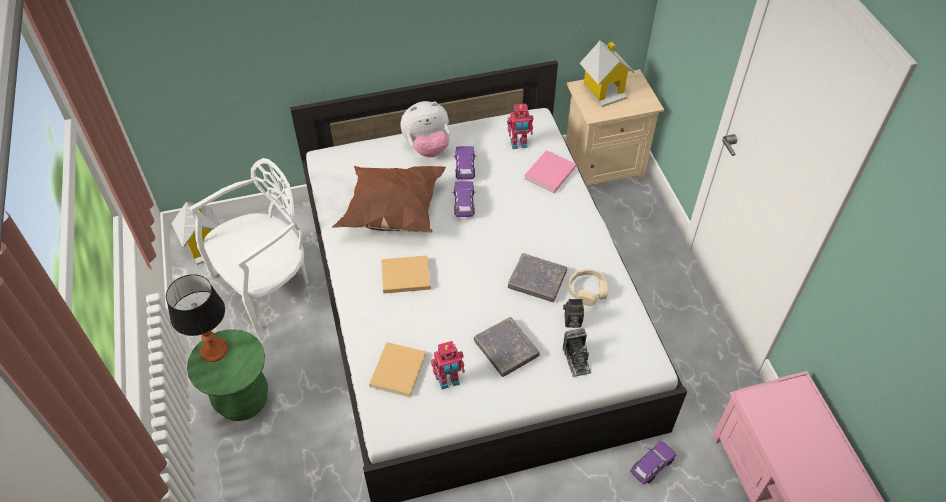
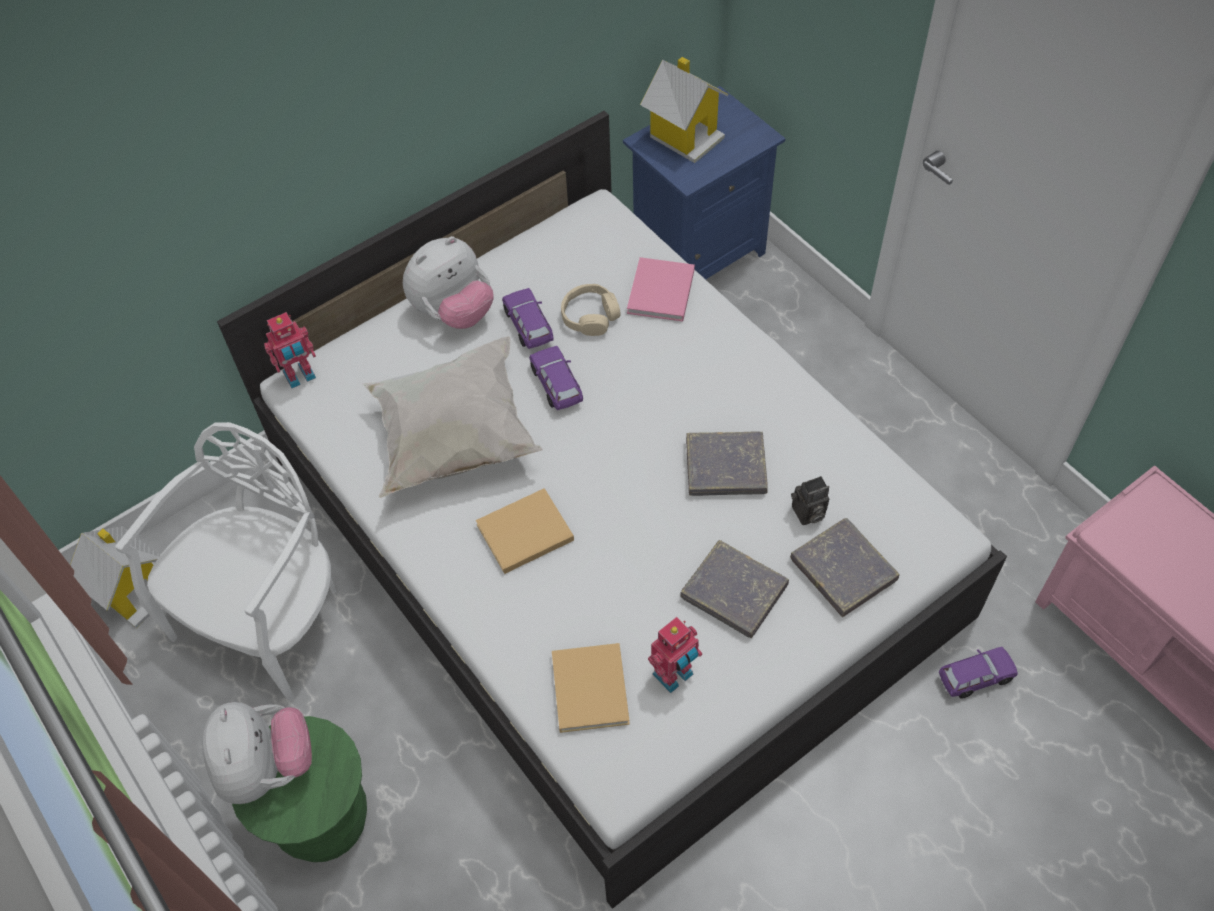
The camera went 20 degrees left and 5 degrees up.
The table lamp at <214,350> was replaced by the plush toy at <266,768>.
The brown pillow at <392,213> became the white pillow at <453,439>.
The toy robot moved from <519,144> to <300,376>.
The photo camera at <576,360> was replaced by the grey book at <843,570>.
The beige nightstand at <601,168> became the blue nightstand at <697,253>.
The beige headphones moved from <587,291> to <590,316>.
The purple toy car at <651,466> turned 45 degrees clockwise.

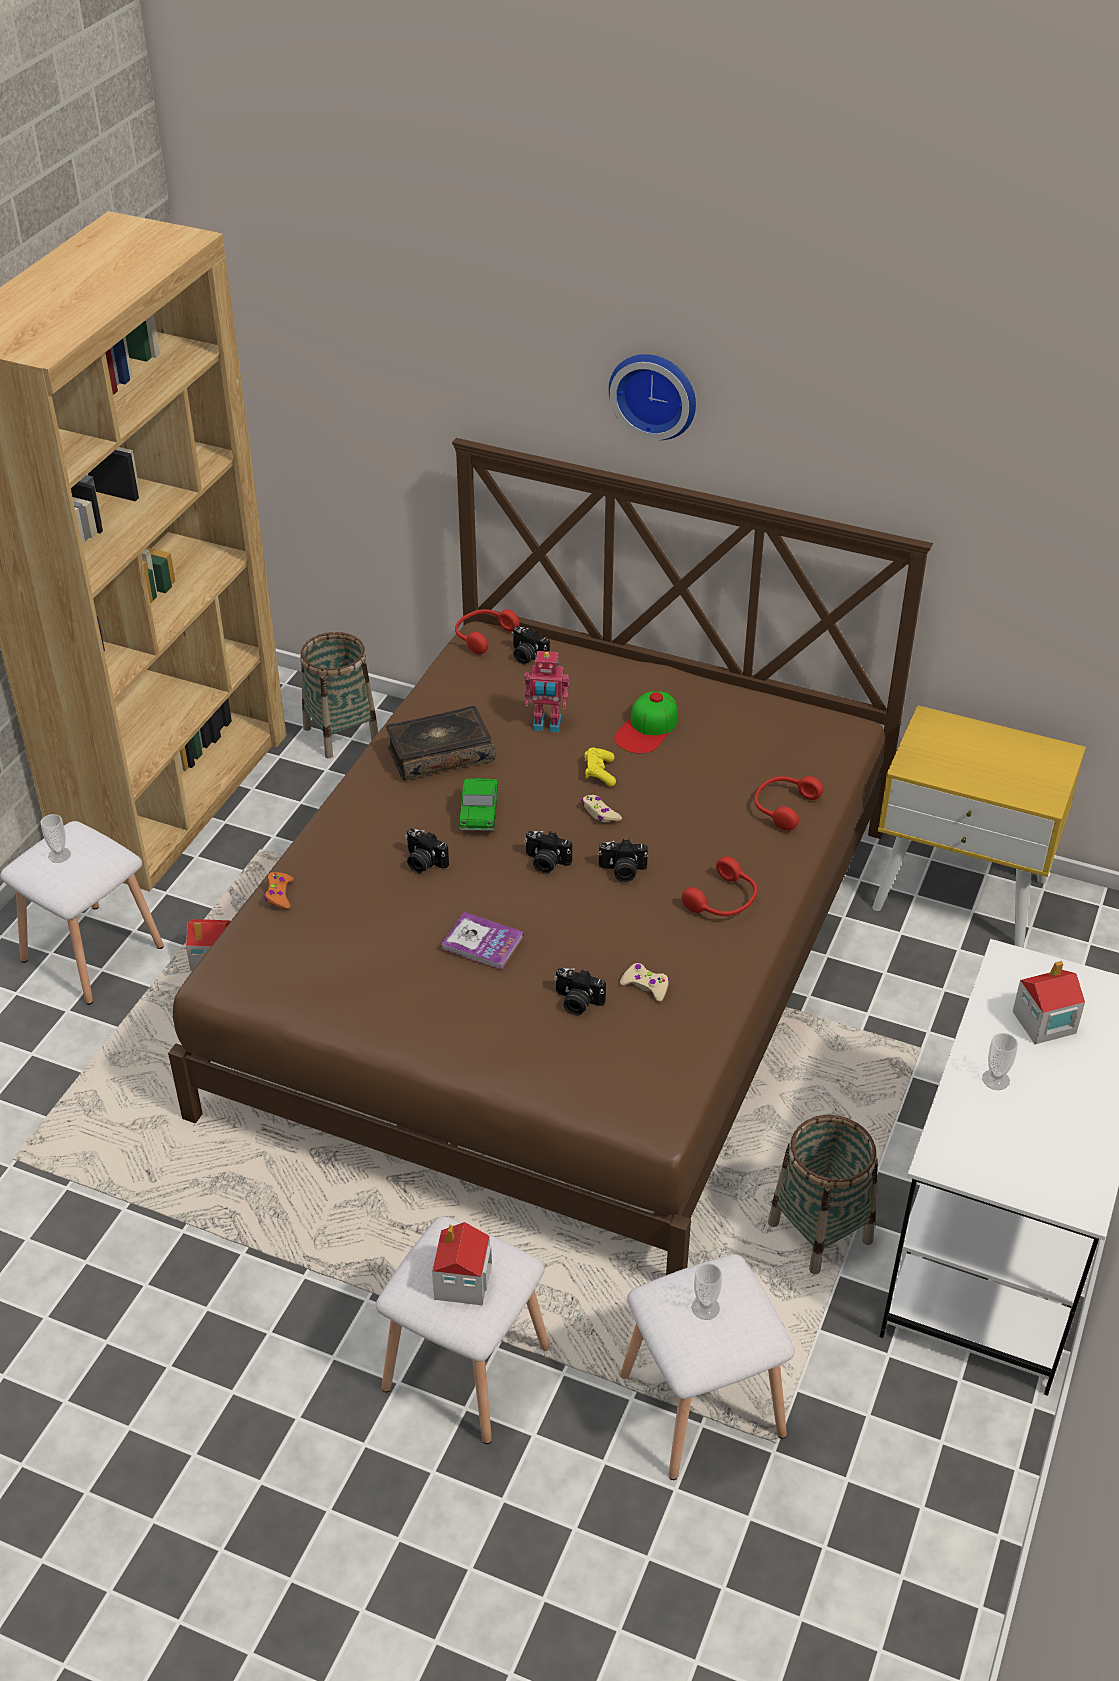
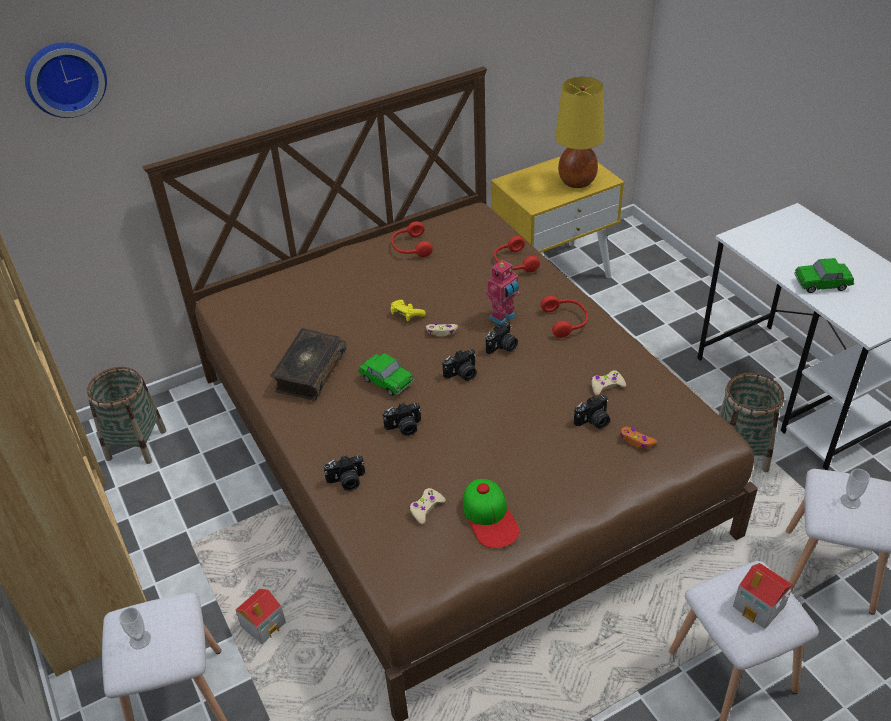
The camera went 50 degrees left and 0 degrees up.
The orange game controller moved from <279,894> to <636,441>.
The book at <482,942> disappeared.
The red headphones moved from <482,636> to <410,247>.
The photo camera moved from <527,656> to <347,481>.
The toy robot moved from <546,725> to <503,318>.
The wall clock moved from <655,393> to <65,78>.
The cap moved from <647,728> to <490,517>.
The cup at <995,1079> was replaced by the toy car at <822,284>.
The toy house at <1043,1022> disappeared.
The beige game controller at <426,508> appeared.
The yellow table lamp at <577,181> appeared.

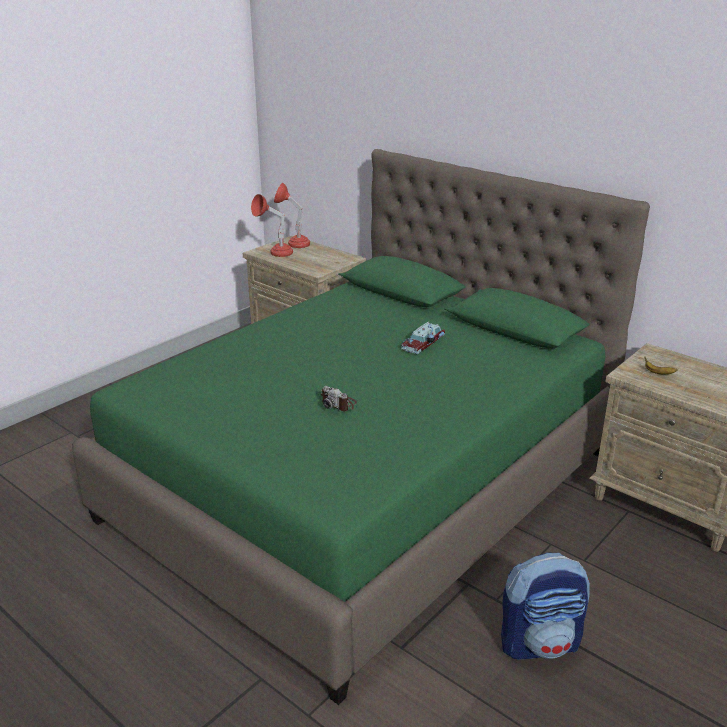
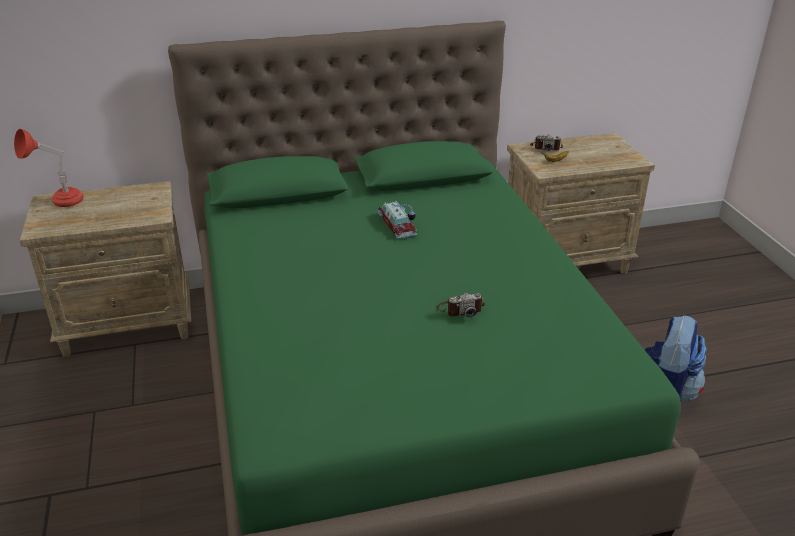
The camera went 55 degrees left and 5 degrees up.
The red table lamp at <275,254> disappeared.
The photo camera at <546,147> appeared.

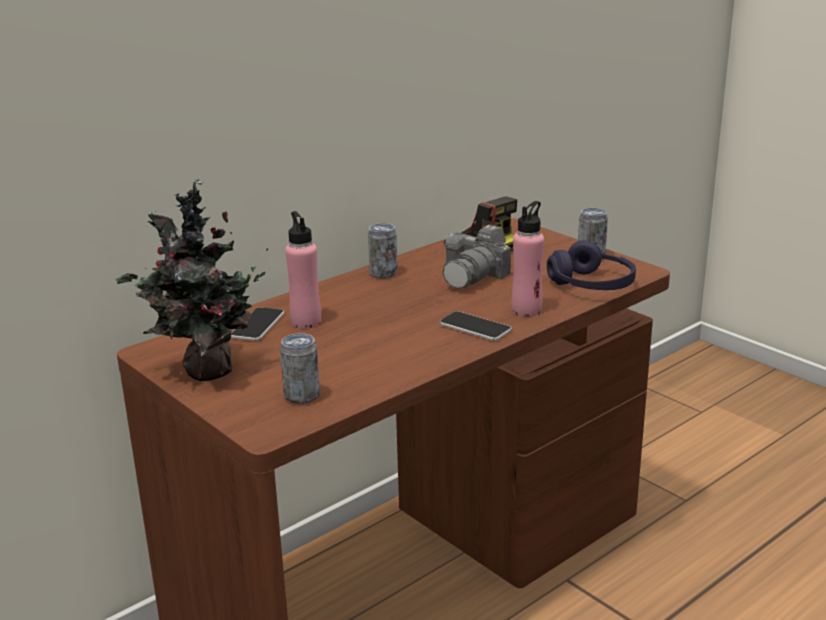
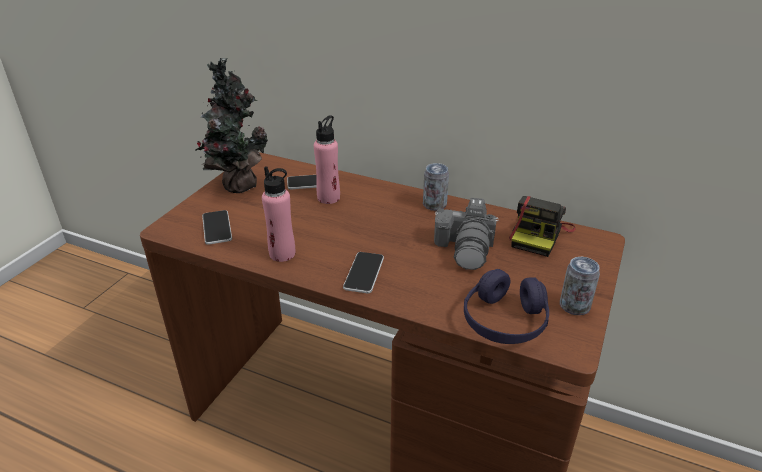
The camera went 65 degrees right and 10 degrees up.
The can at <302,396> was replaced by the phone at <217,228>.
The photo camera at <474,276> turned 90 degrees counterclockwise.
The pink bottle moved from <526,310> to <282,254>.

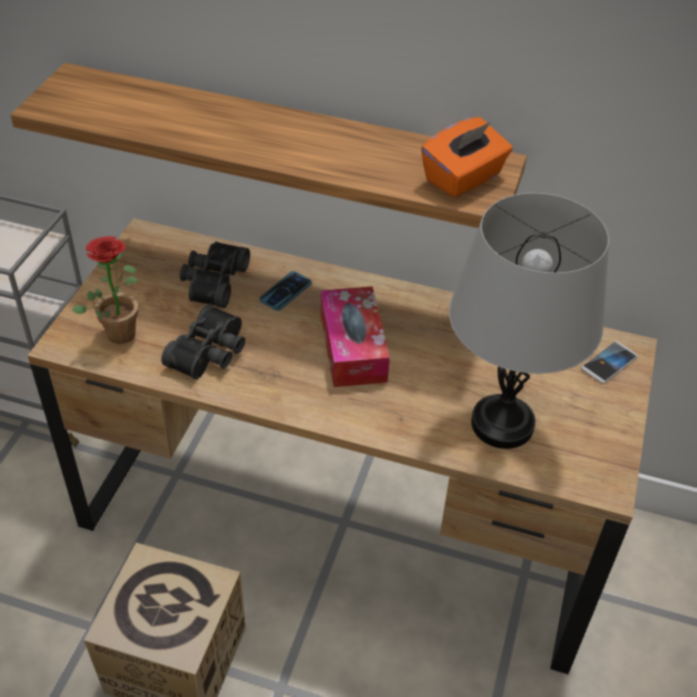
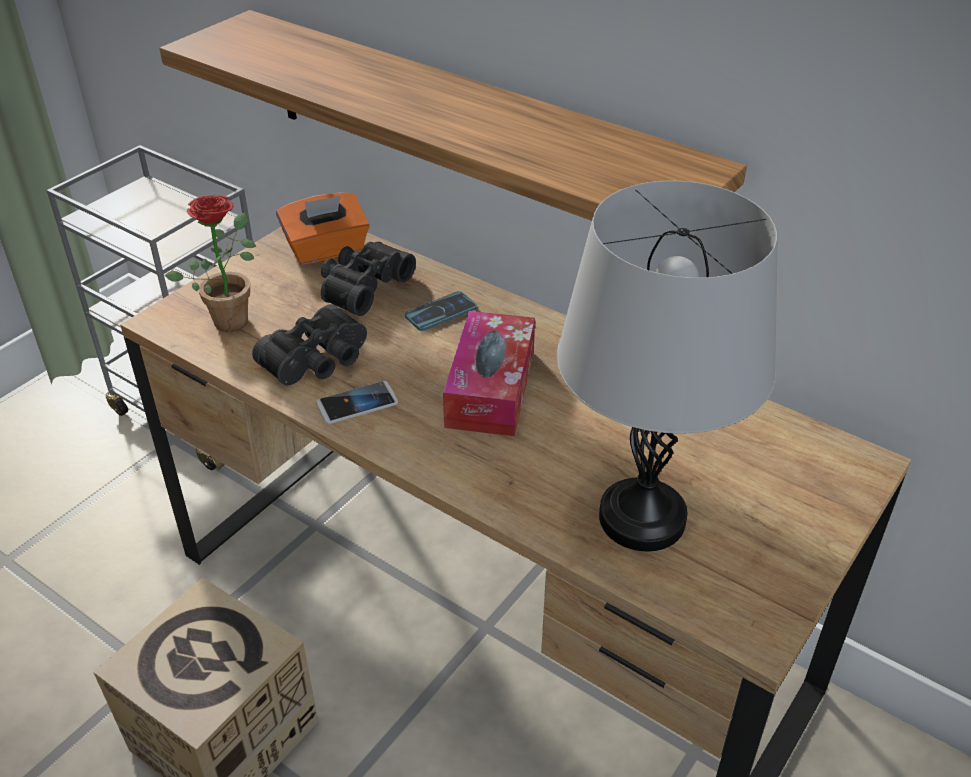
The camera went 20 degrees right and 5 degrees down.
The orange tissue box moved from <463,178> to <326,250>.
The phone moved from <609,363> to <357,404>.

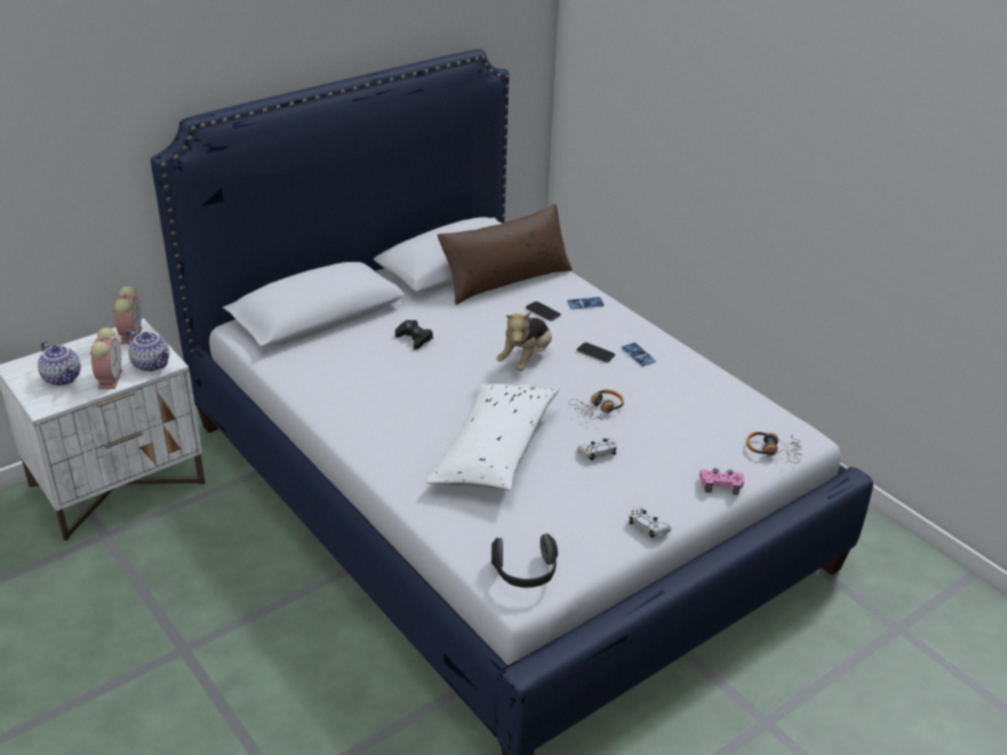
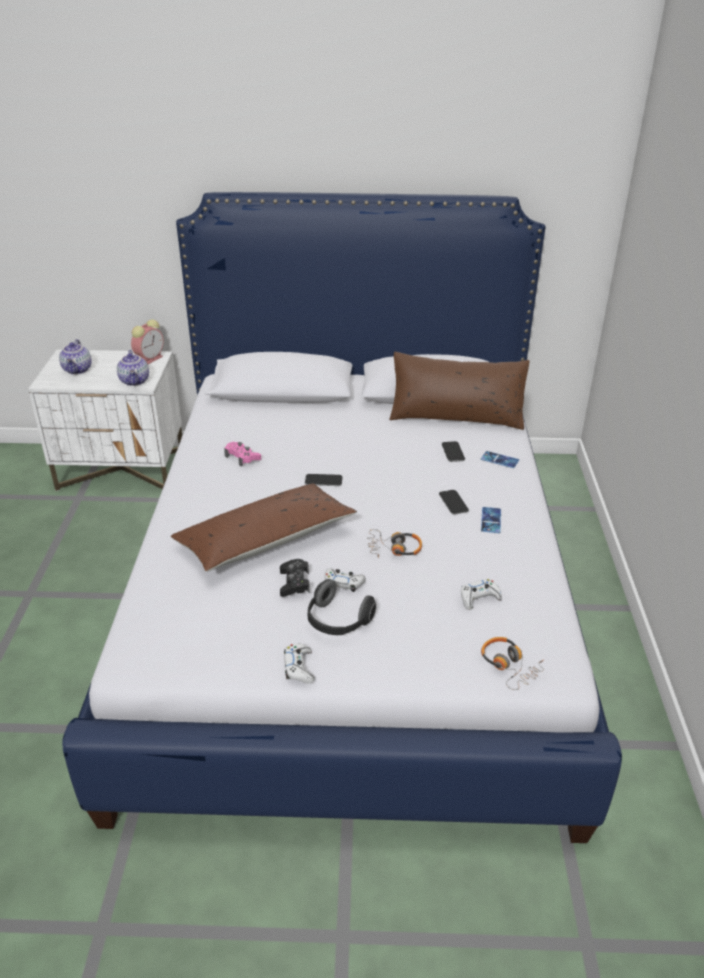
The camera went 40 degrees right and 0 degrees up.
The alarm clock at <110,378> disappeared.
The black game controller moved from <414,338> to <294,582>.
The white pillow at <494,450> became the brown pillow at <265,540>.
The headphones moved from <525,573> to <337,621>.
The plush toy at <526,359> disappeared.
The pink game controller moved from <721,485> to <242,457>.
The phone at <323,481> appeared.
The white game controller at <479,598> appeared.

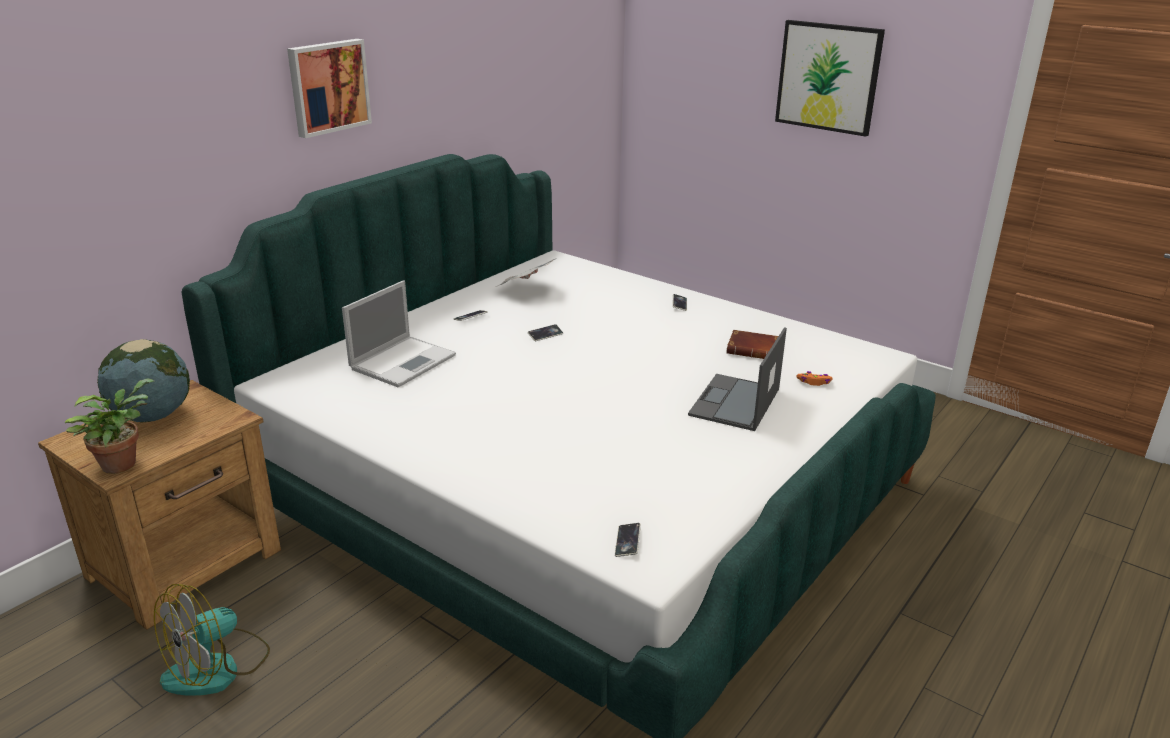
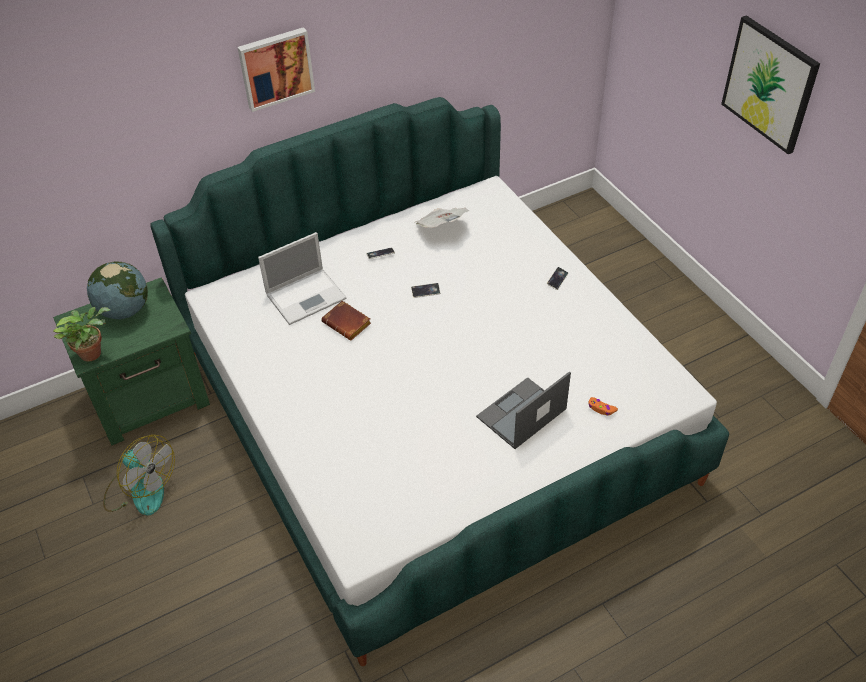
The camera went 25 degrees right and 20 degrees up.
The brown nightstand at <188,563> became the green nightstand at <151,397>.
The fan at <217,667> turned 120 degrees counterclockwise.
The phone at <627,542> disappeared.
The brown book moved from <755,350> to <348,323>.

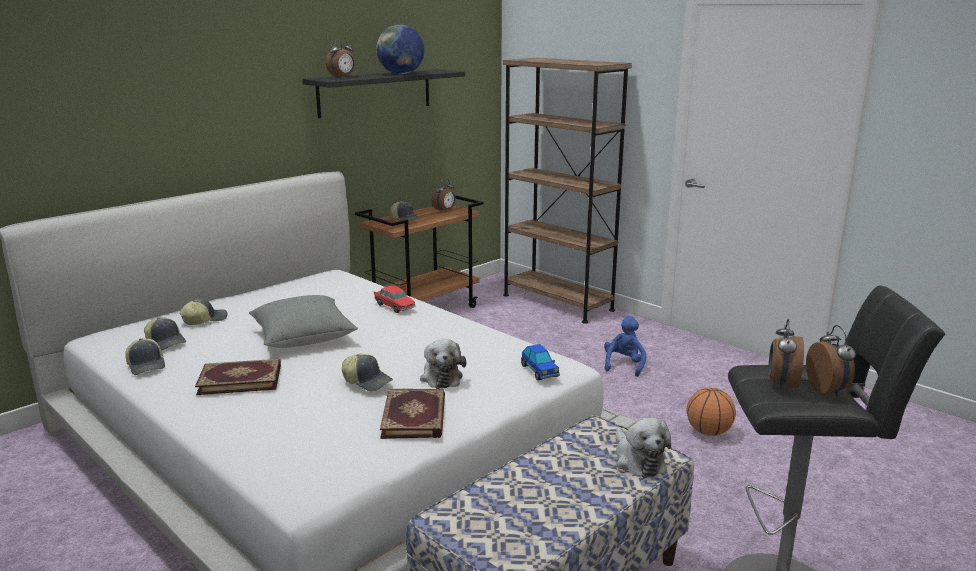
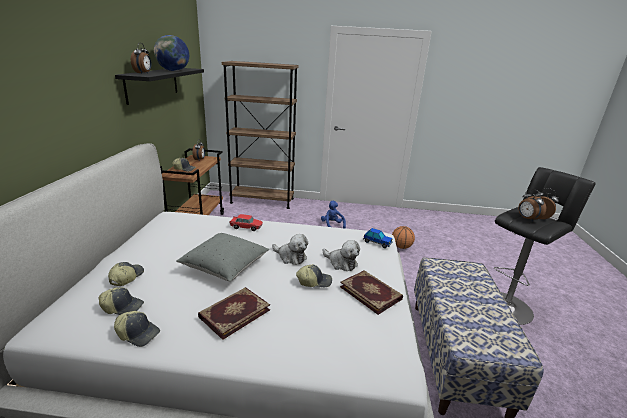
The camera went 40 degrees left and 5 degrees up.
The plush toy moved from <638,460> to <290,257>.

